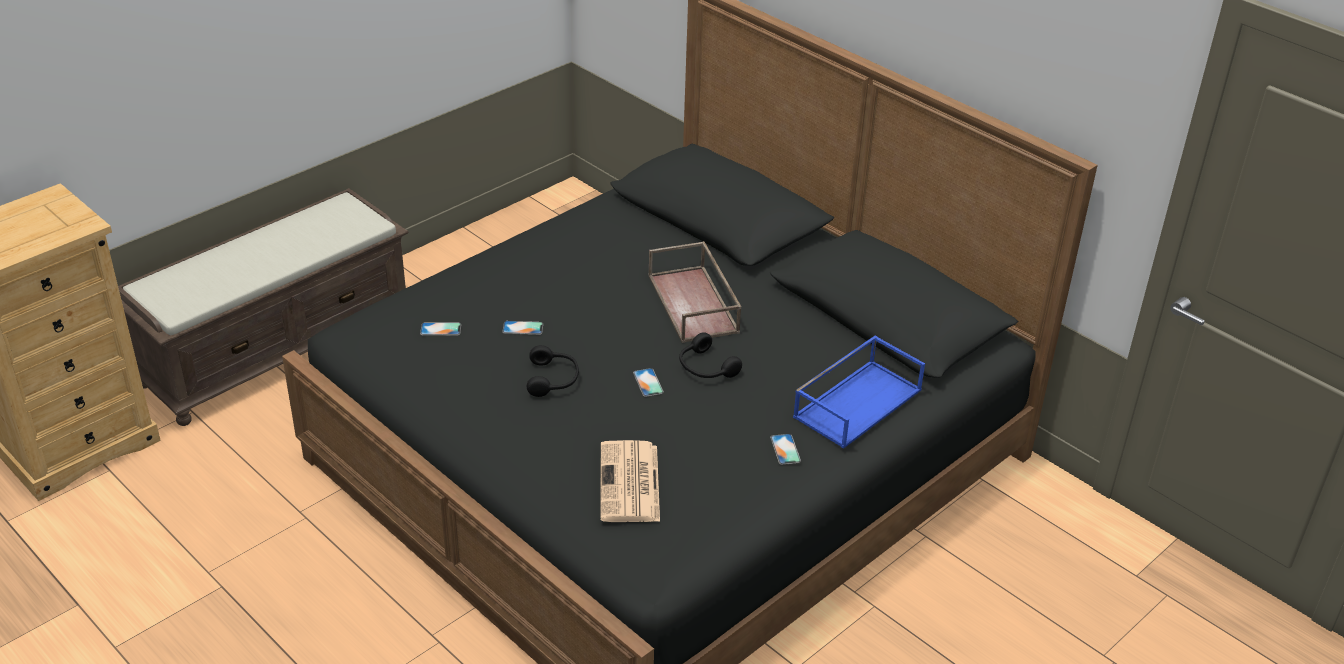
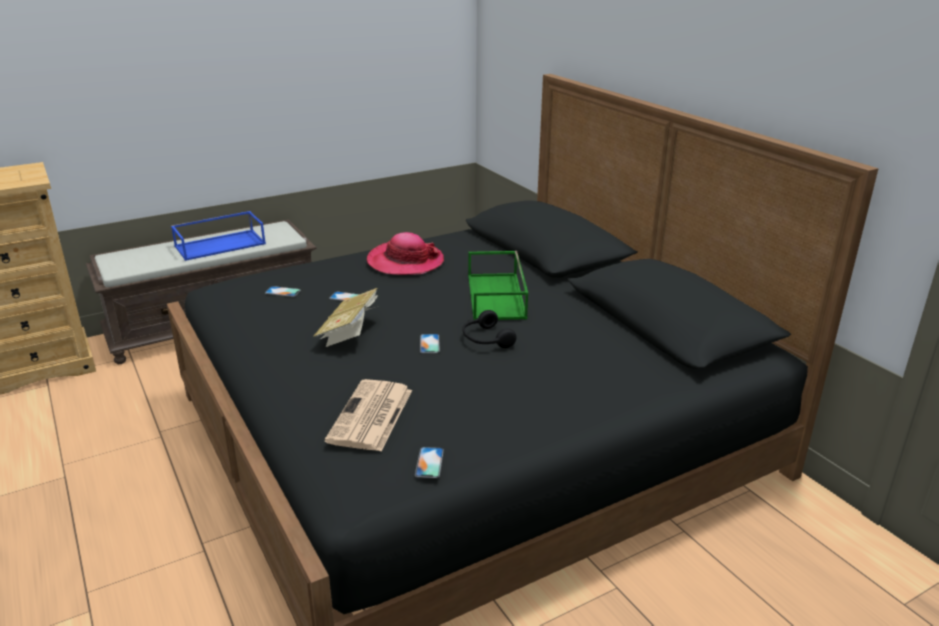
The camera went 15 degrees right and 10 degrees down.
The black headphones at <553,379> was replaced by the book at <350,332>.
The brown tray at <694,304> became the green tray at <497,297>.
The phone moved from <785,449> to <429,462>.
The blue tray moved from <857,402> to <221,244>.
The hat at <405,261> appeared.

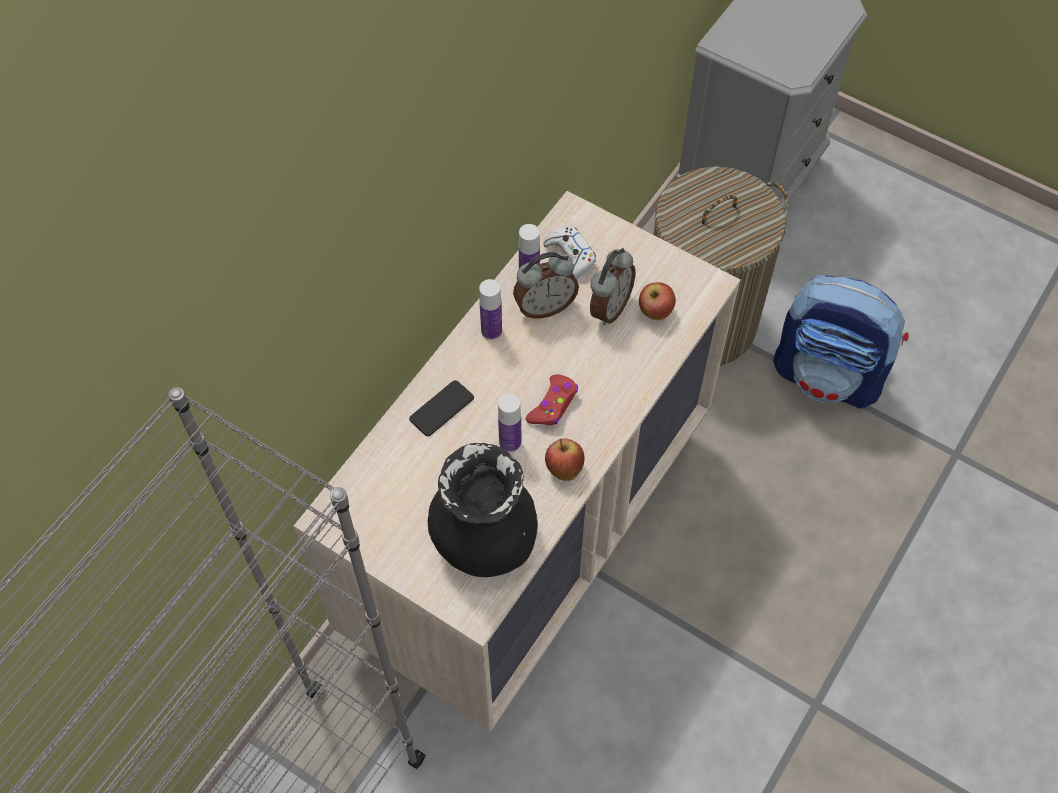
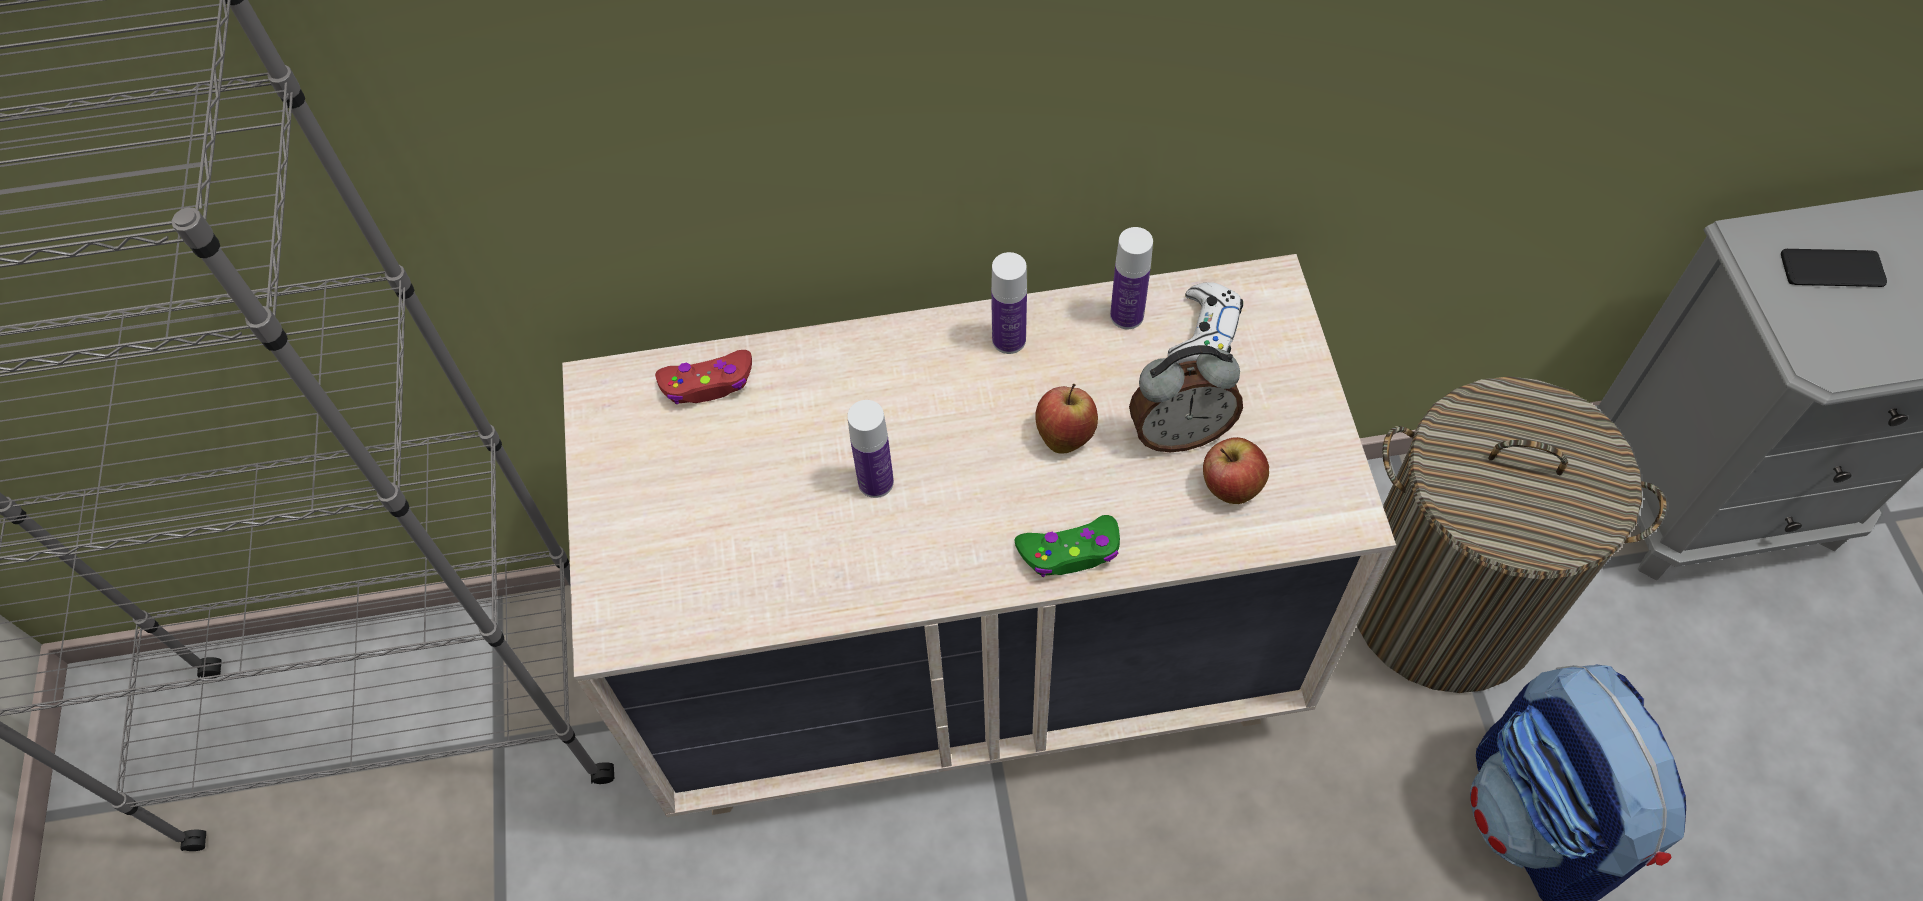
The camera went 50 degrees right and 0 degrees up.
The phone moved from <441,408> to <1832,269>.
The black vase at <483,540> disappeared.
The alarm clock at <544,306> disappeared.
The red game controller moved from <553,405> to <708,384>.
The apple moved from <564,468> to <1065,435>.
The green game controller at <1070,552> appeared.

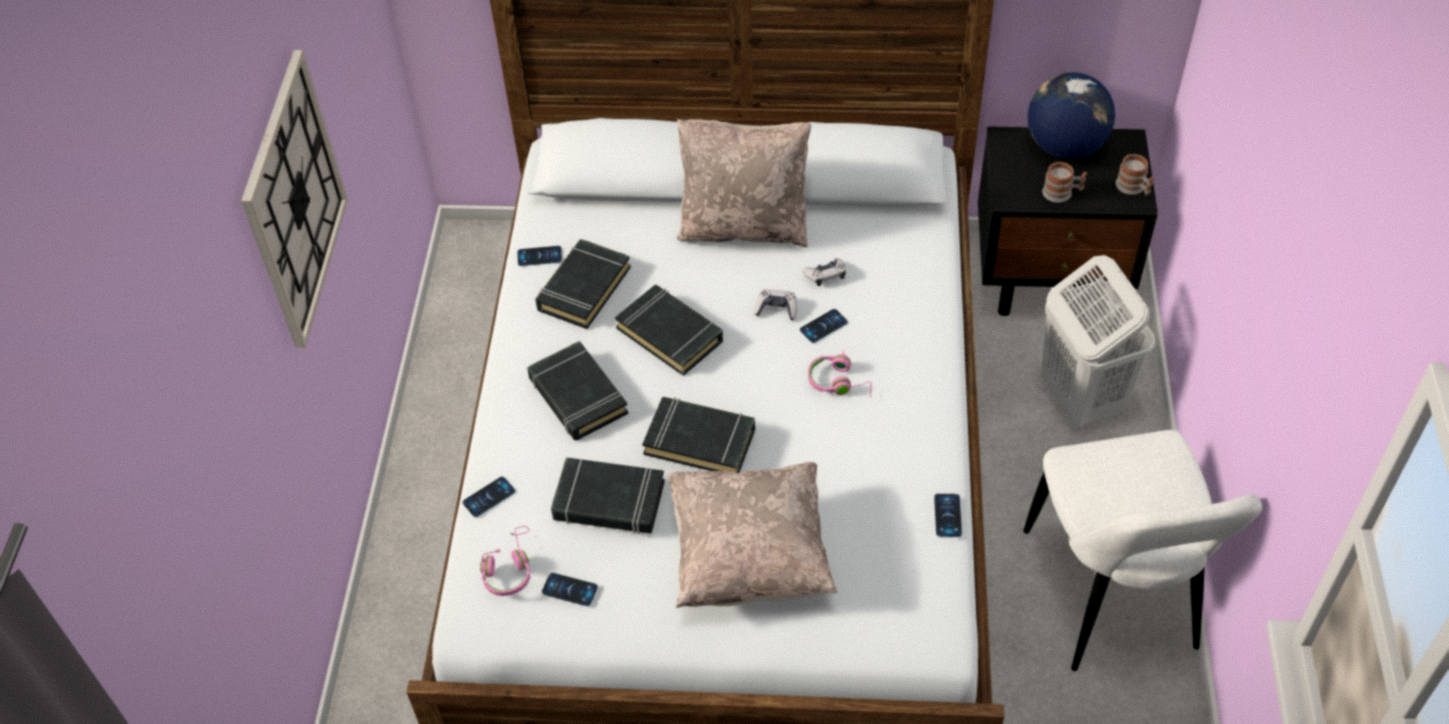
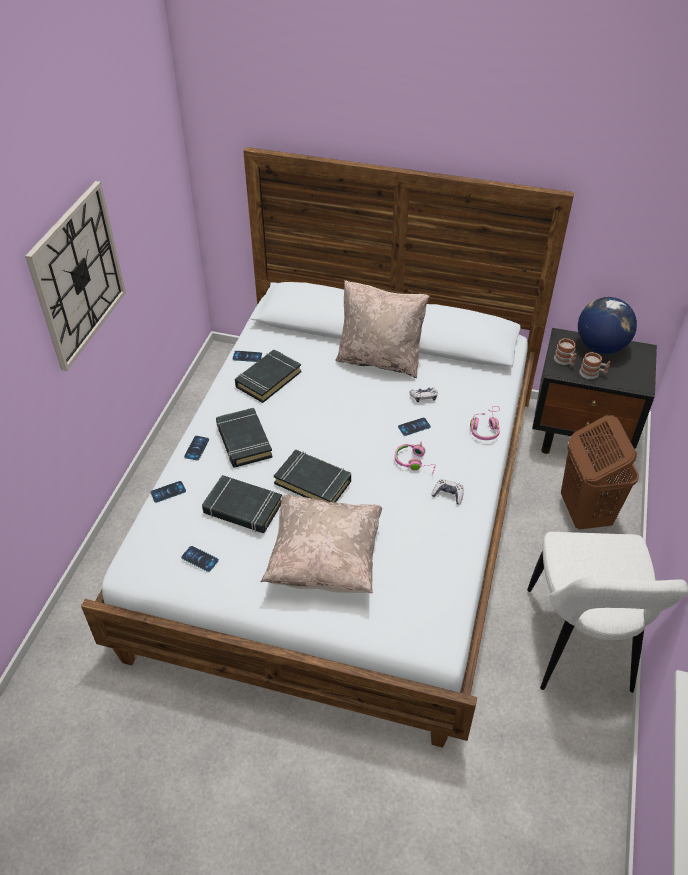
The camera went 10 degrees right and 5 degrees down.
The pink headphones moved from <509,569> to <485,428>.
The black book at <670,334> disappeared.
The game controller moved from <776,309> to <448,494>.
The phone moved from <947,515> to <196,448>.
The white laundry basket at <1080,398> became the brown laundry basket at <584,512>.
The mug moved from <1133,188> to <565,361>.

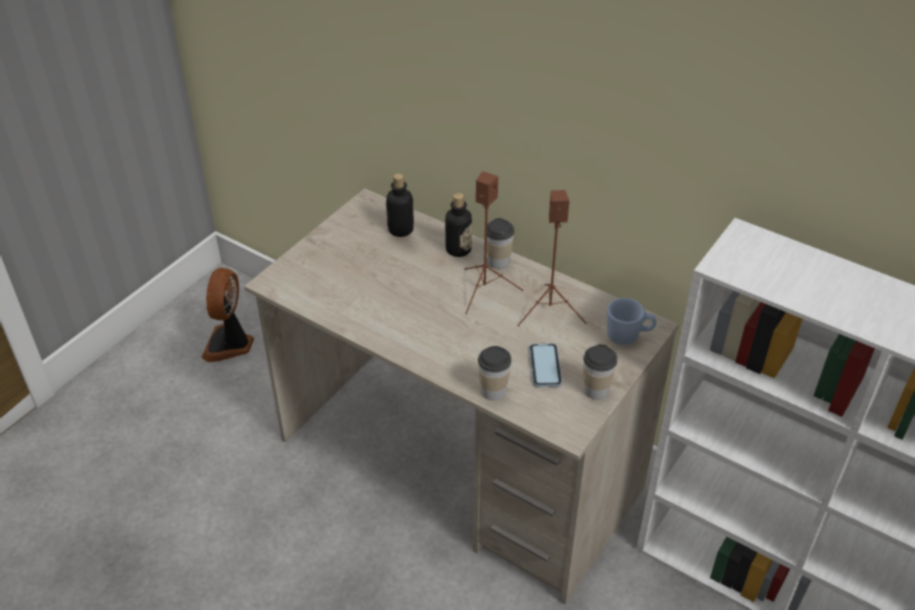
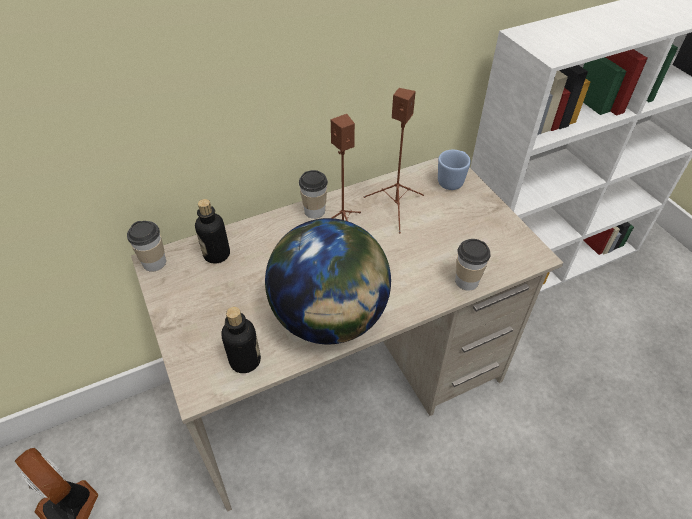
The camera went 60 degrees left and 5 degrees up.
The bottle moved from <458,249> to <245,360>.
The phone at <545,366> disappeared.
The cup moved from <596,390> to <154,262>.
The globe at <330,318> appeared.

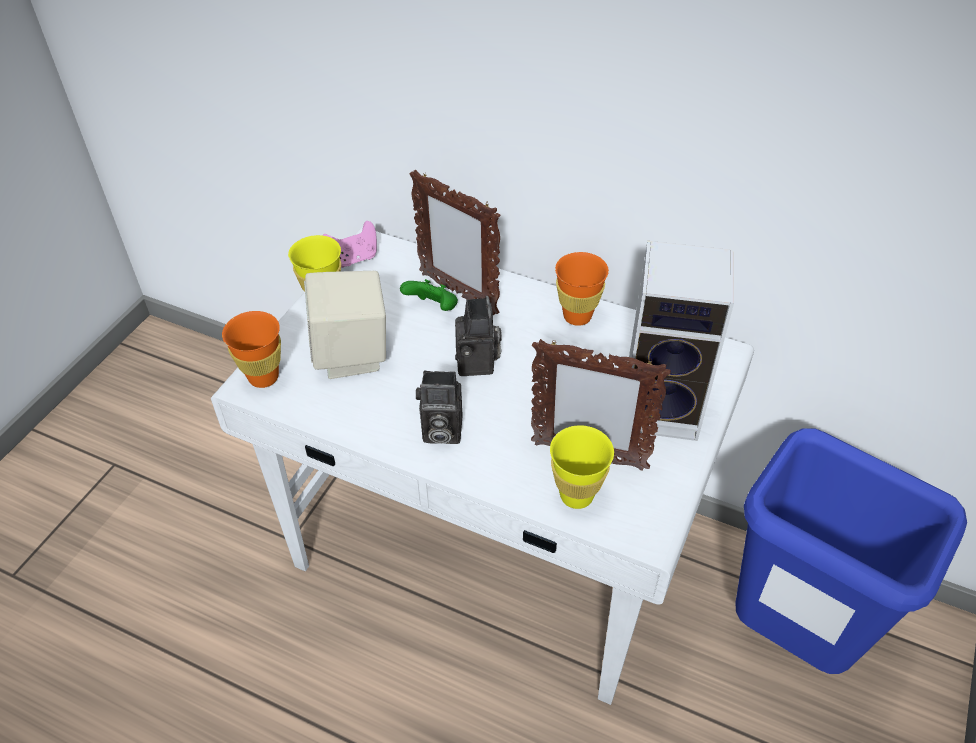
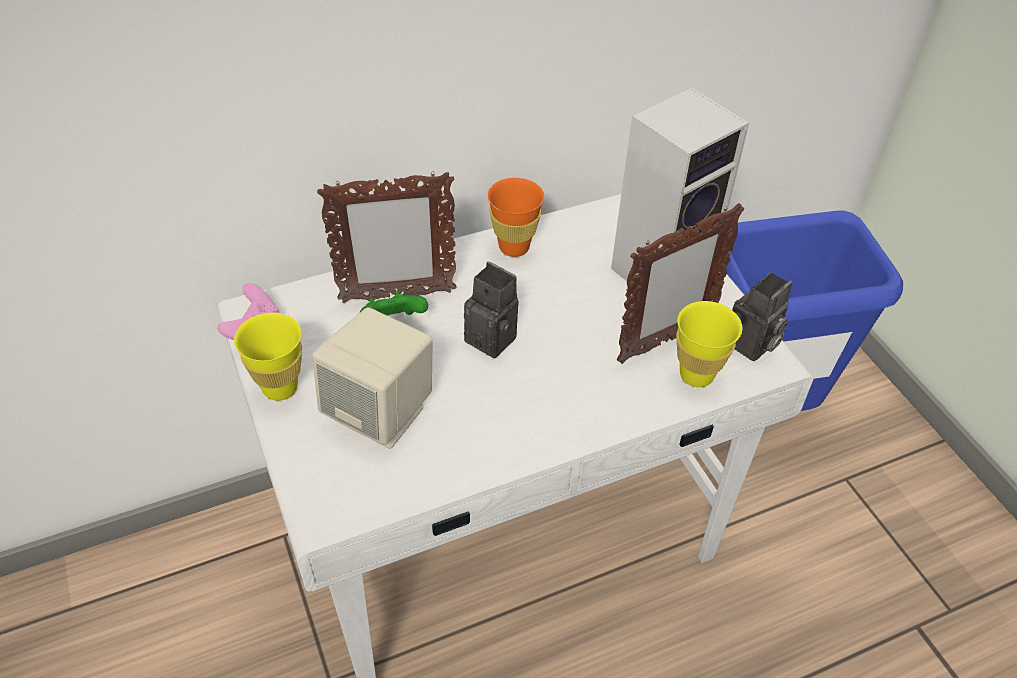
The camera went 50 degrees left and 0 degrees up.
The orange cup at <263,377> disappeared.
The photo camera moved from <439,431> to <750,345>.

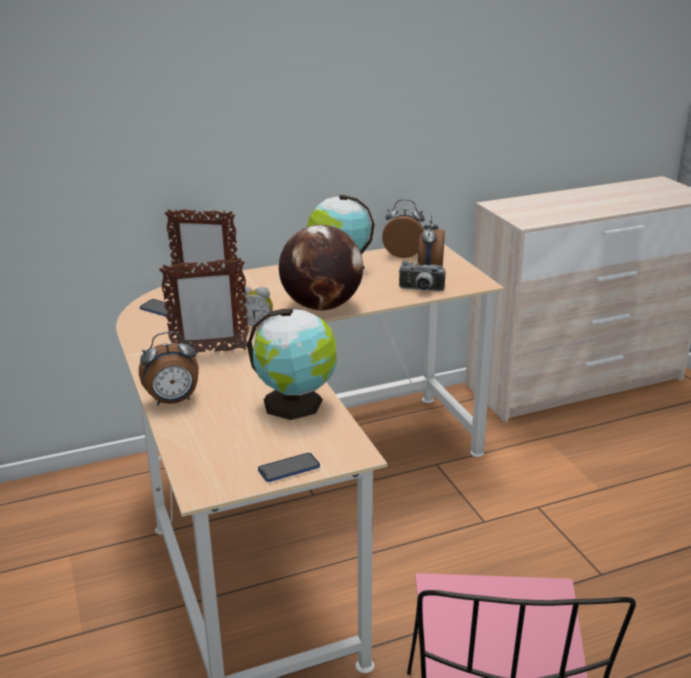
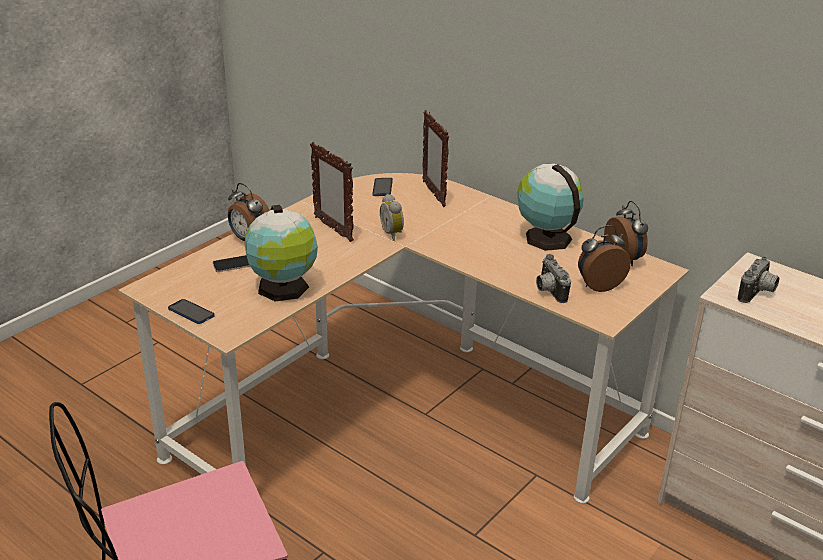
The camera went 60 degrees right and 5 degrees up.
The globe at <321,306> disappeared.
The phone at <235,264> appeared.
The photo camera at <758,293> appeared.

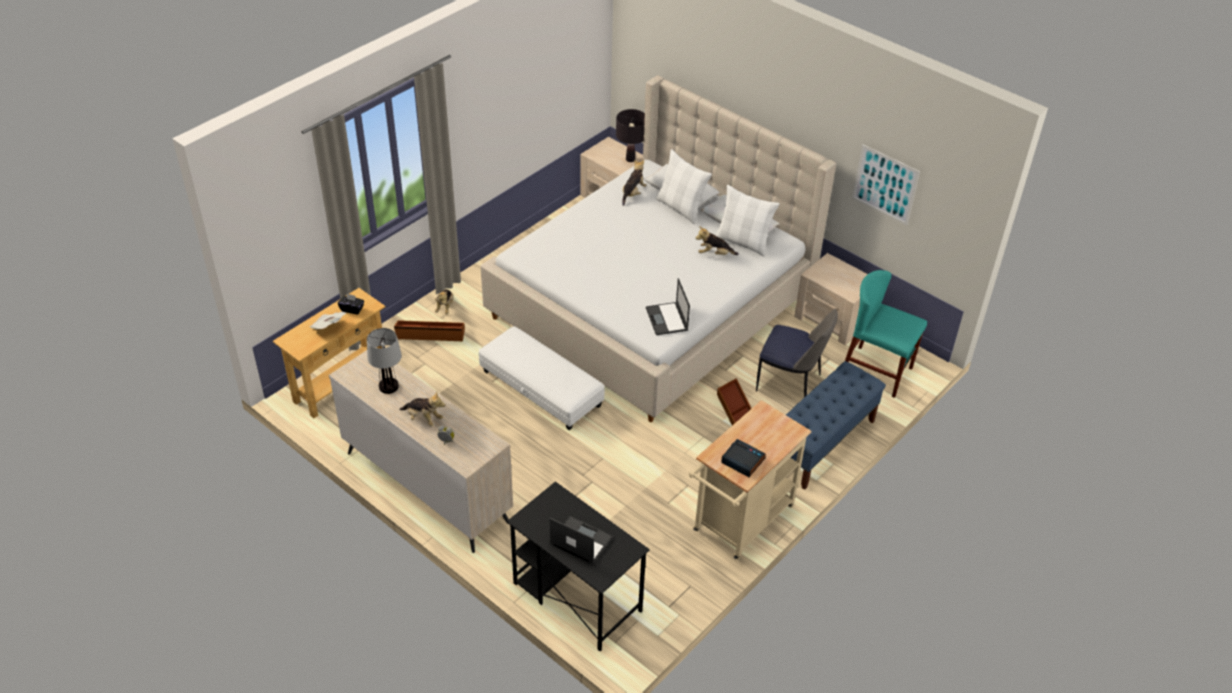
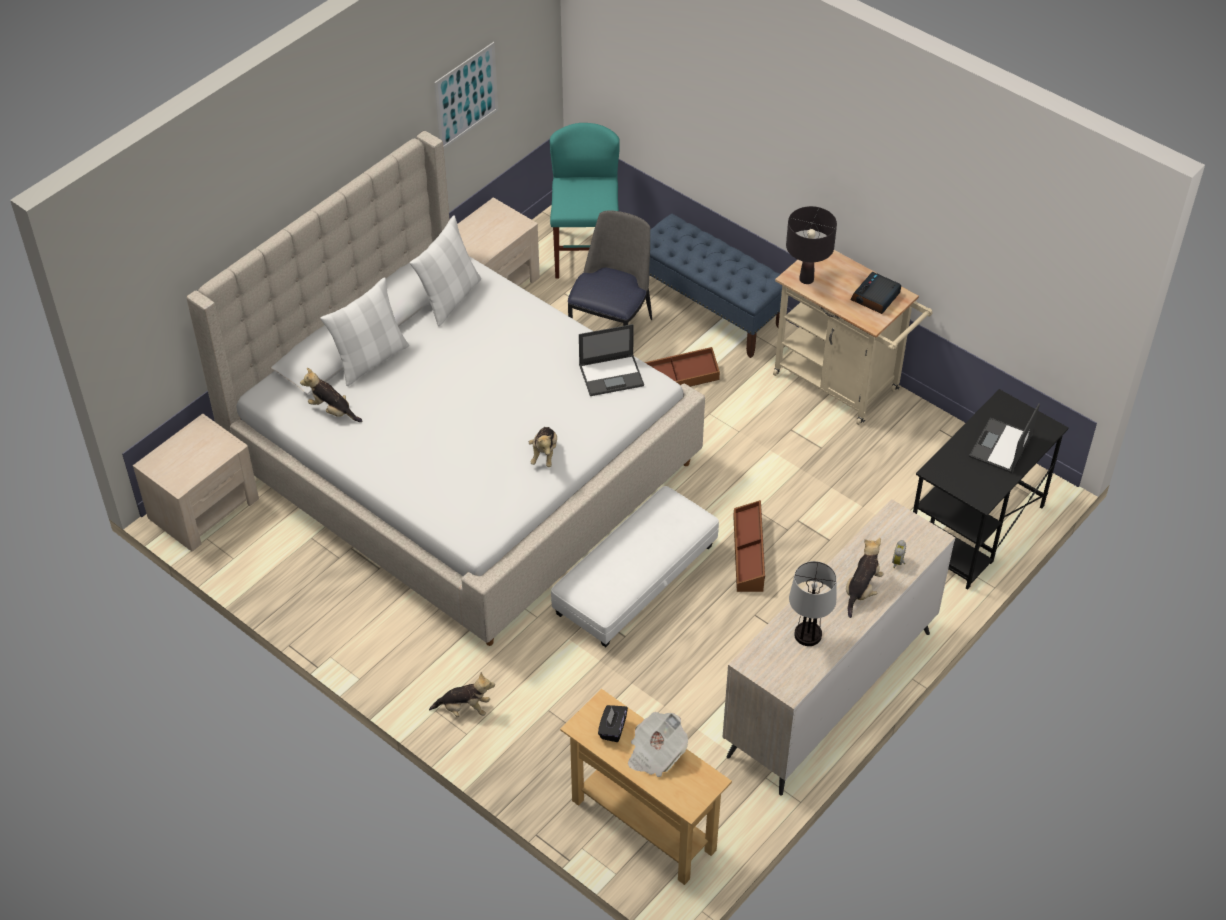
The camera went 90 degrees left and 5 degrees up.
The brown storage box moved from <430,334> to <749,553>.
The black table lamp moved from <630,159> to <806,279>.
The plush toy moved from <714,254> to <544,454>.
The turquoise chair at <876,371> turned 150 degrees clockwise.

